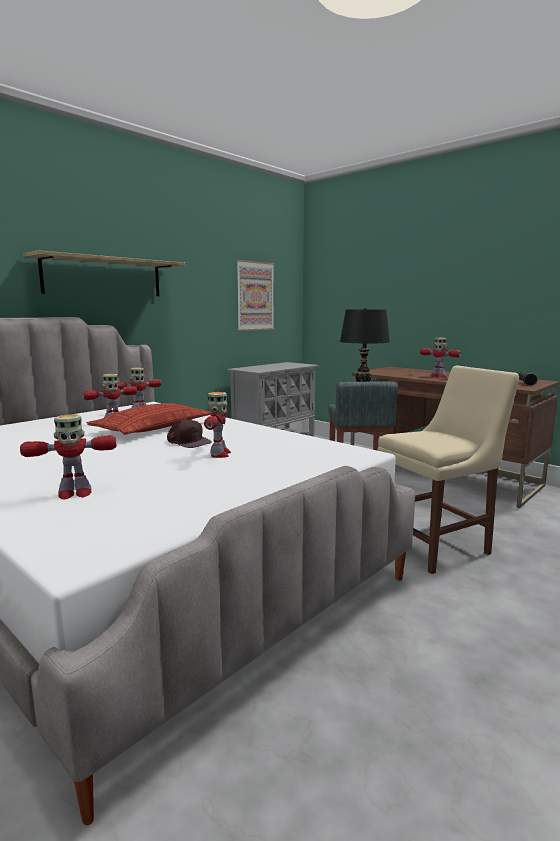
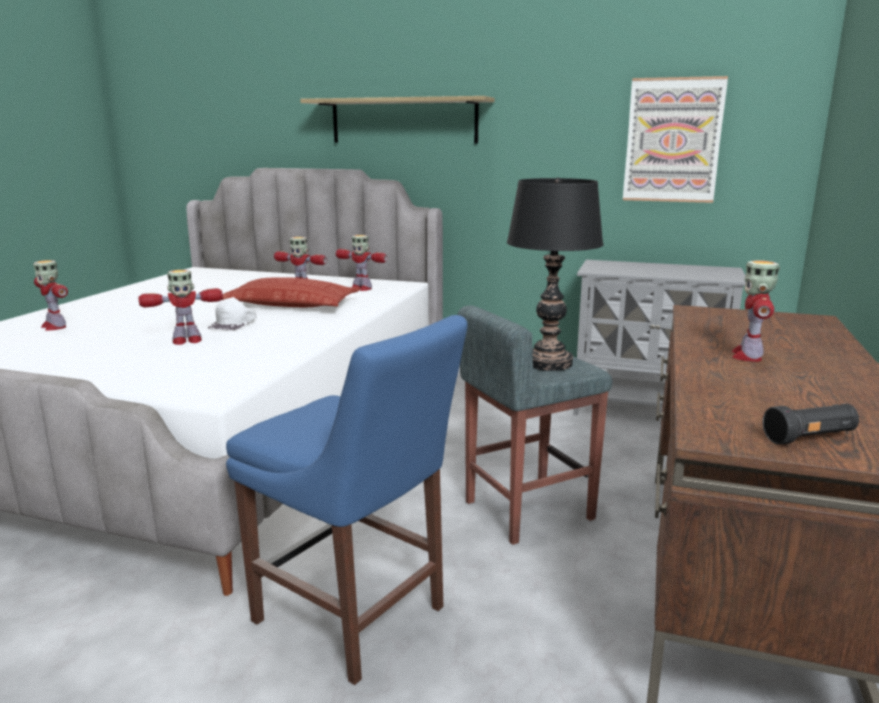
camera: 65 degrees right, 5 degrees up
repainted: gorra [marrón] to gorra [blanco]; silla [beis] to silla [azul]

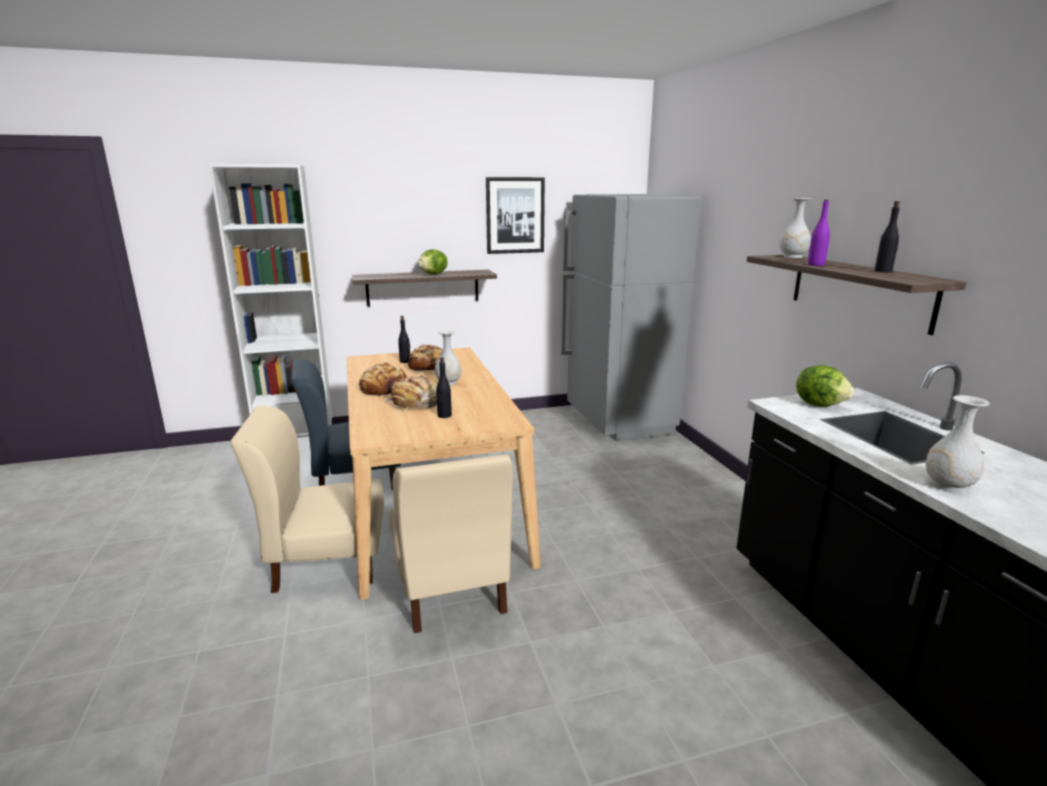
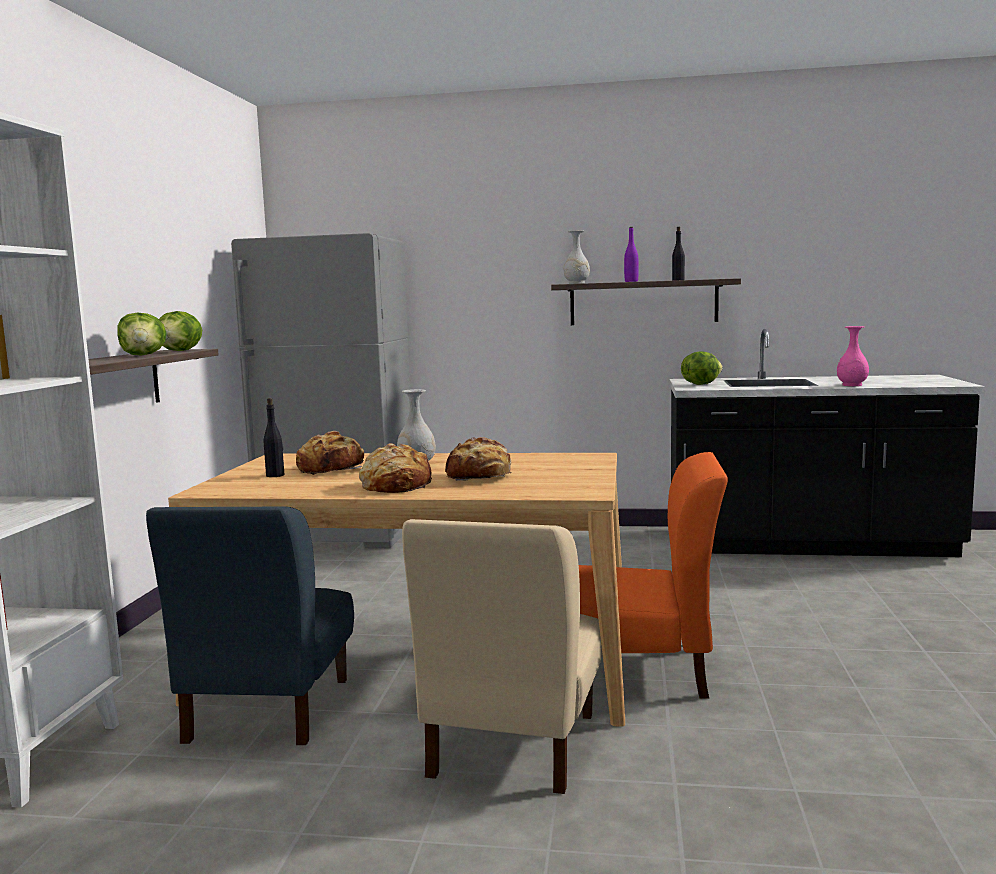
camera: 65 degrees left, 10 degrees down
gone: botella [negro] (no. 2 from left); cuadro
new: lechuga (no. 2 from left)
repainted: silla [beis] (no. 2 from left) to silla [naranja]; florero [blanco] (no. 3 from left) to florero [rosa]

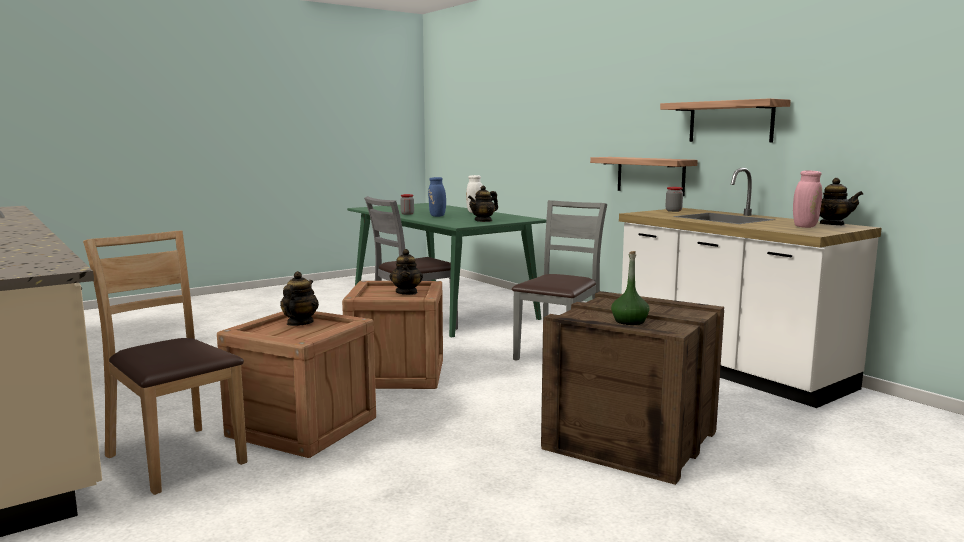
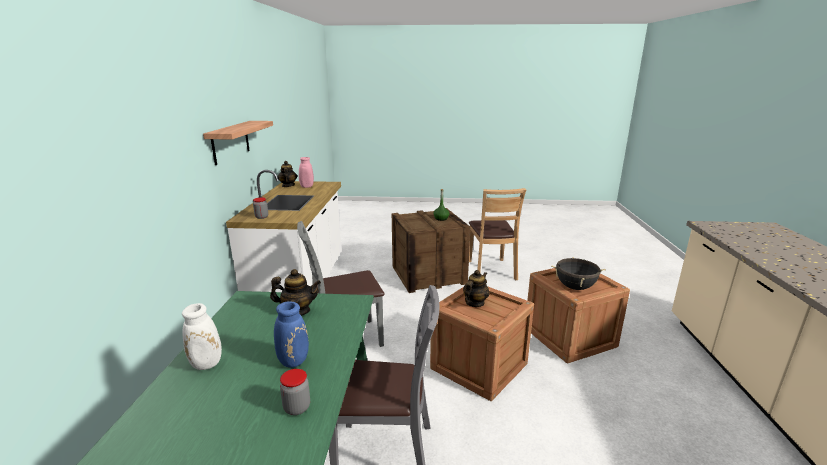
camera: 140 degrees left, 10 degrees up
gone: estante (no. 1 from left)
shifted: silla [marrón]
swapped: tetera (no. 1 from left) to olla [negro]

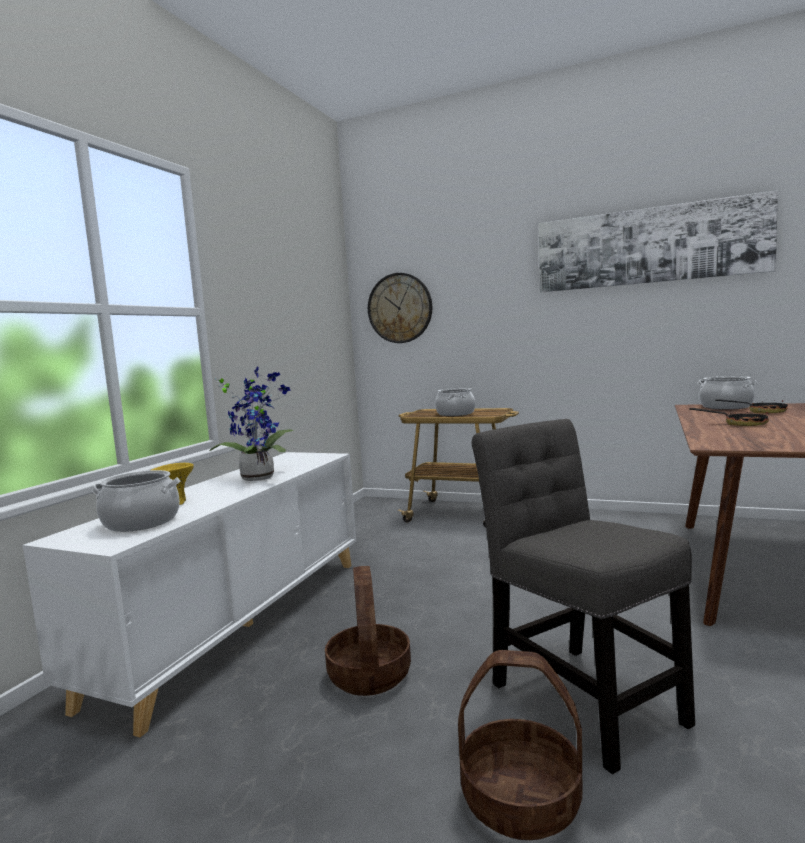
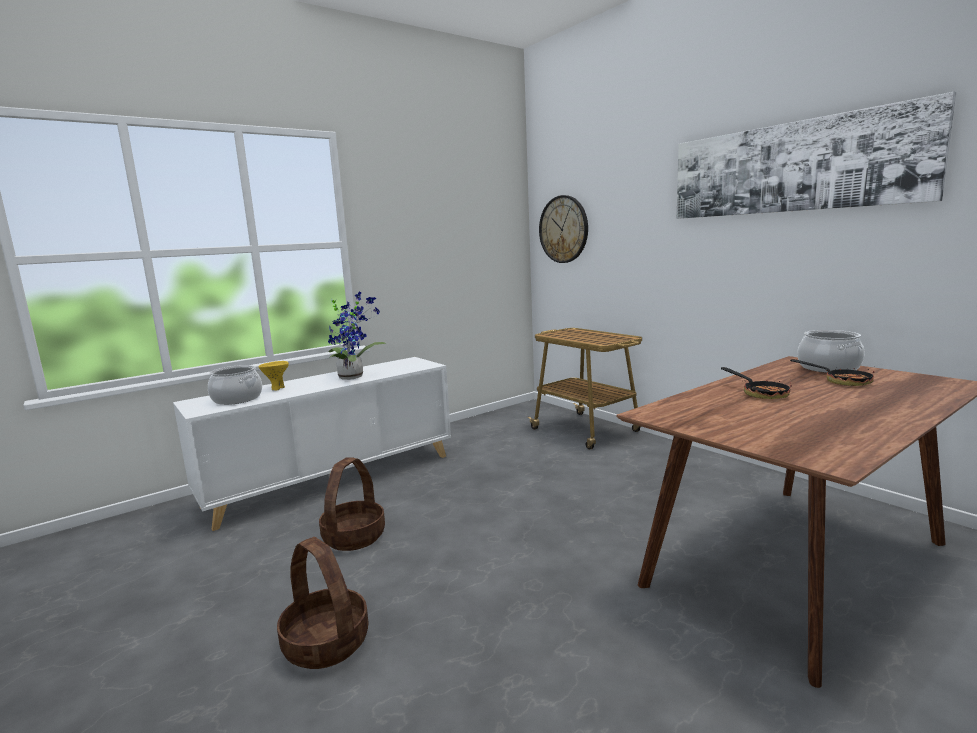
camera: 30 degrees right, 5 degrees up
gone: olla (no. 2 from left); silla [gris]

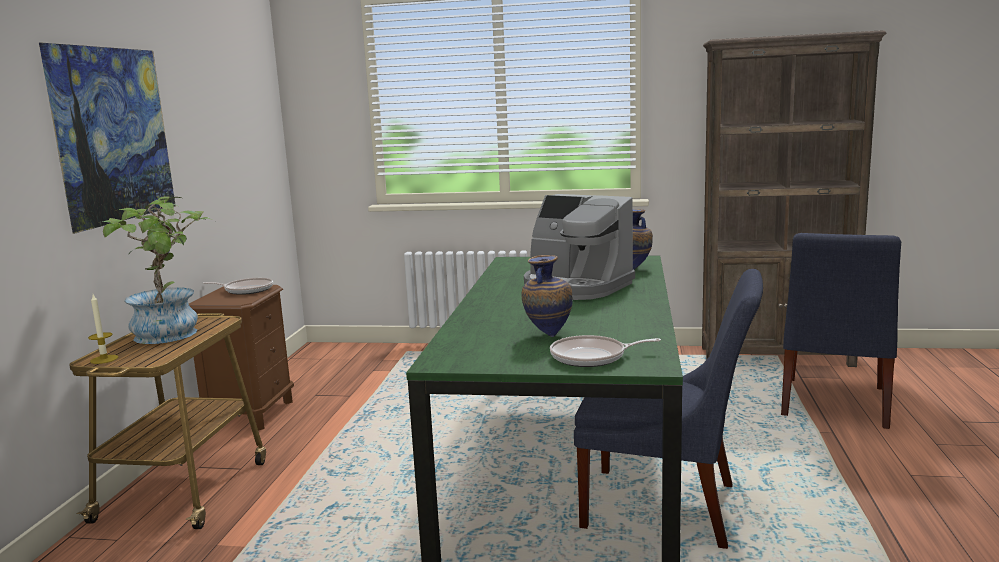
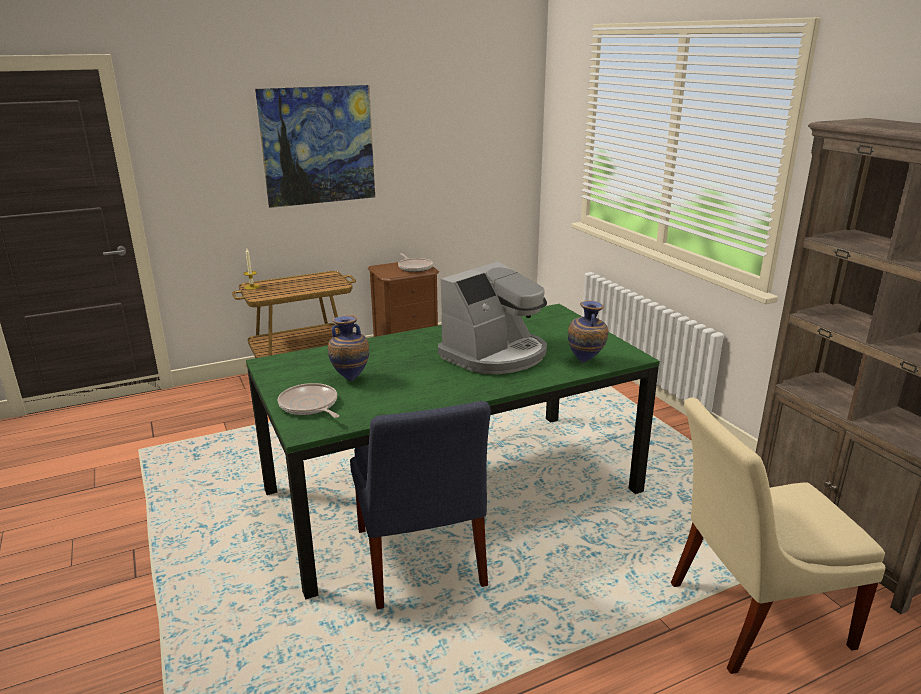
camera: 55 degrees right, 10 degrees up
gone: planta en maceta
repainted: silla [azul] (no. 2 from left) to silla [beis]
rotated: cafetera 135 degrees counterclockwise

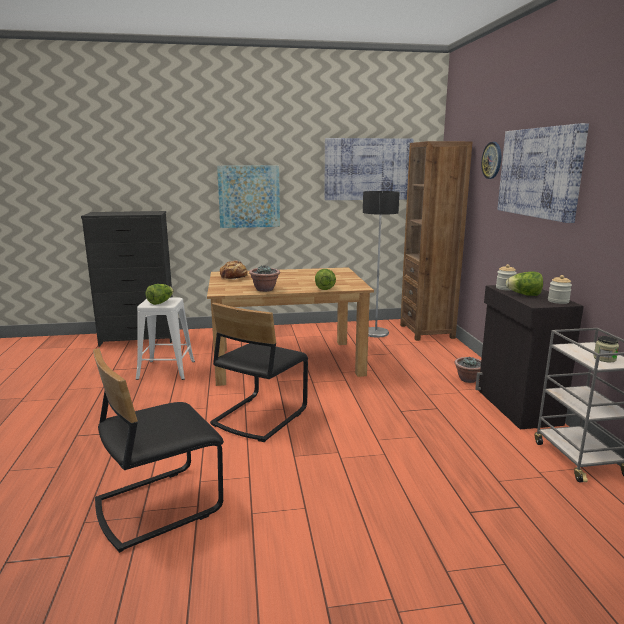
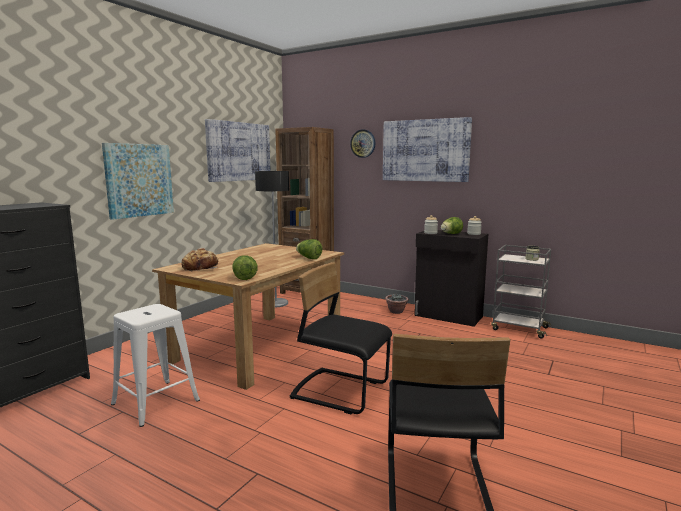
camera: 50 degrees left, 5 degrees down
gone: planta en maceta (no. 1 from left)
shifted: lechuga (no. 1 from left)
rotated: silla [negro] (no. 2 from left in the first image) 135 degrees clockwise

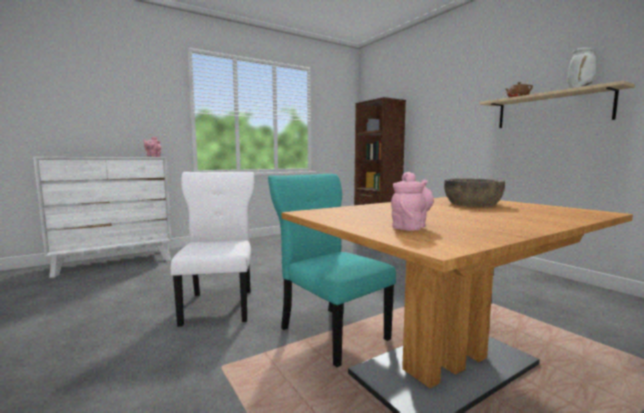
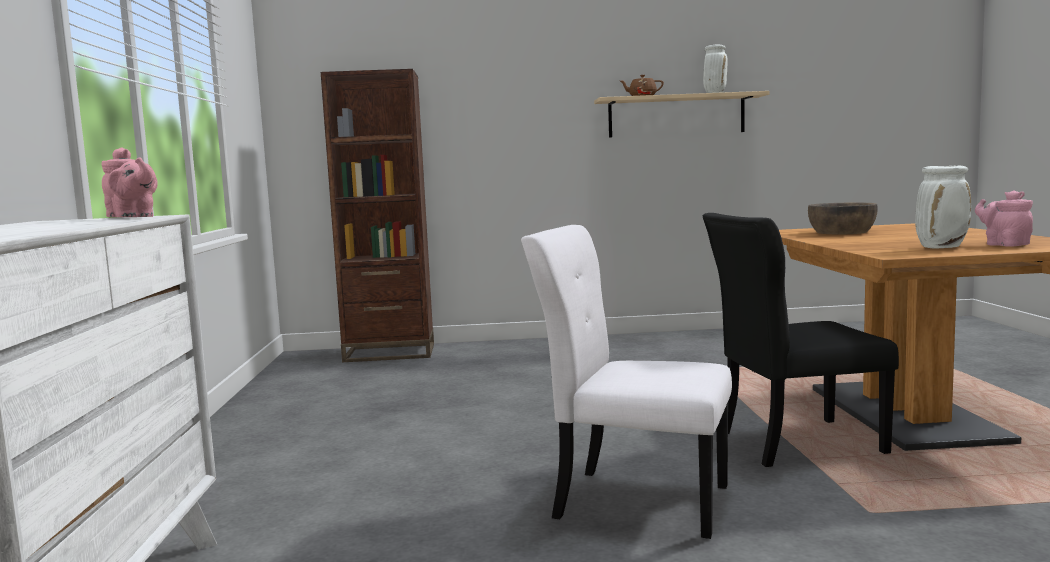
camera: 60 degrees left, 0 degrees up
new: florero [blanco] (no. 2 from left)
repainted: silla [turquesa] to silla [negro]

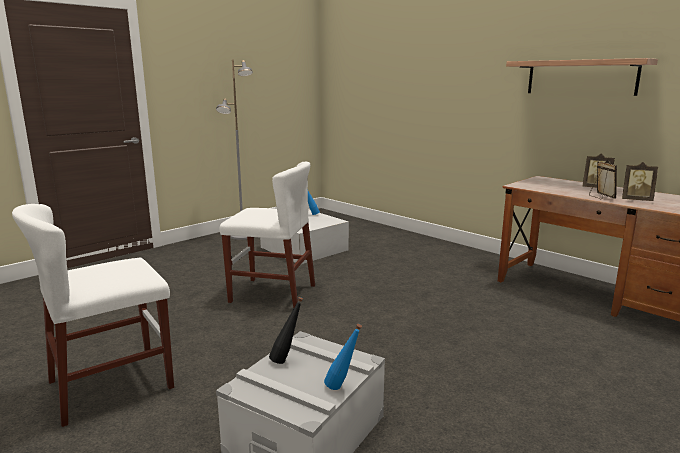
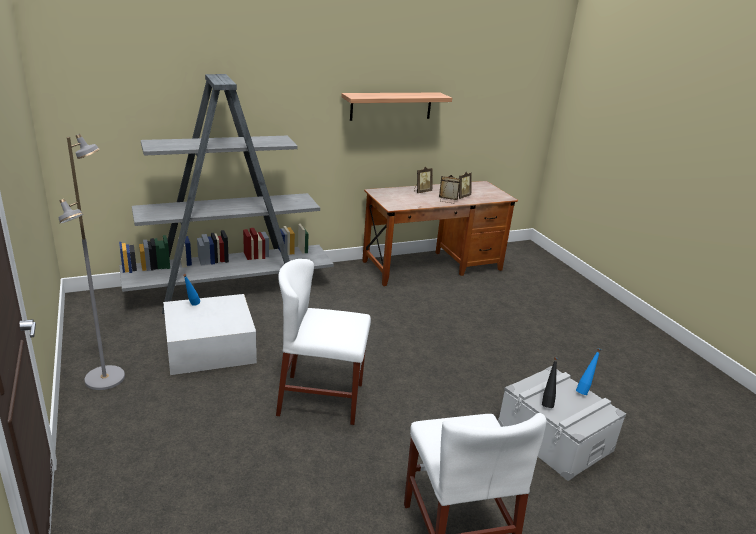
camera: 70 degrees left, 10 degrees up
new: estantería [gris]
rotated: silla [blanco] (no. 2 from left in the first image) 120 degrees counterclockwise

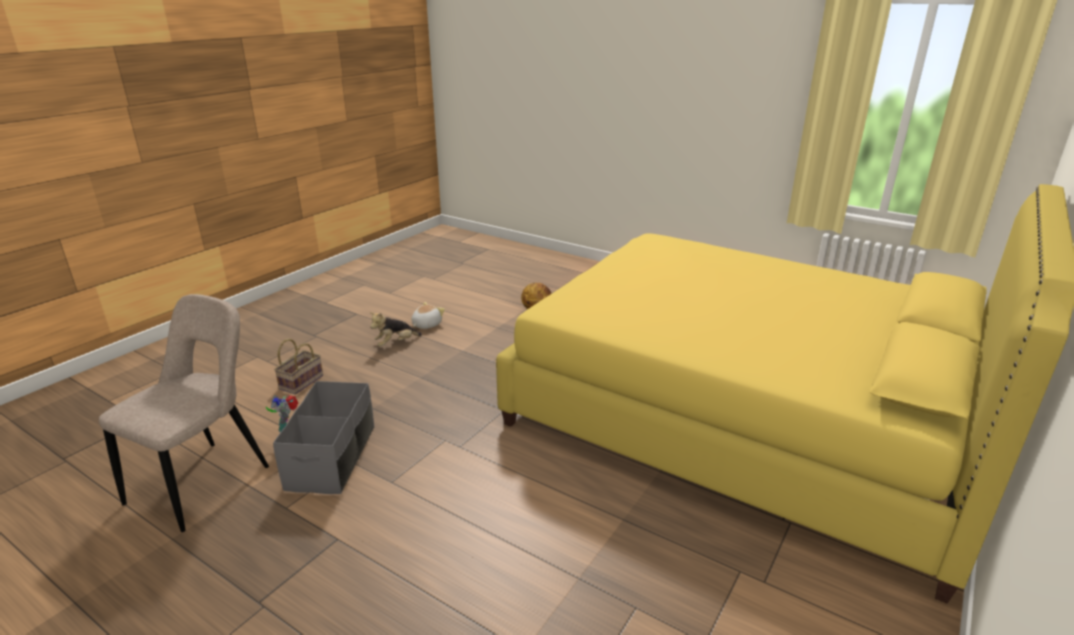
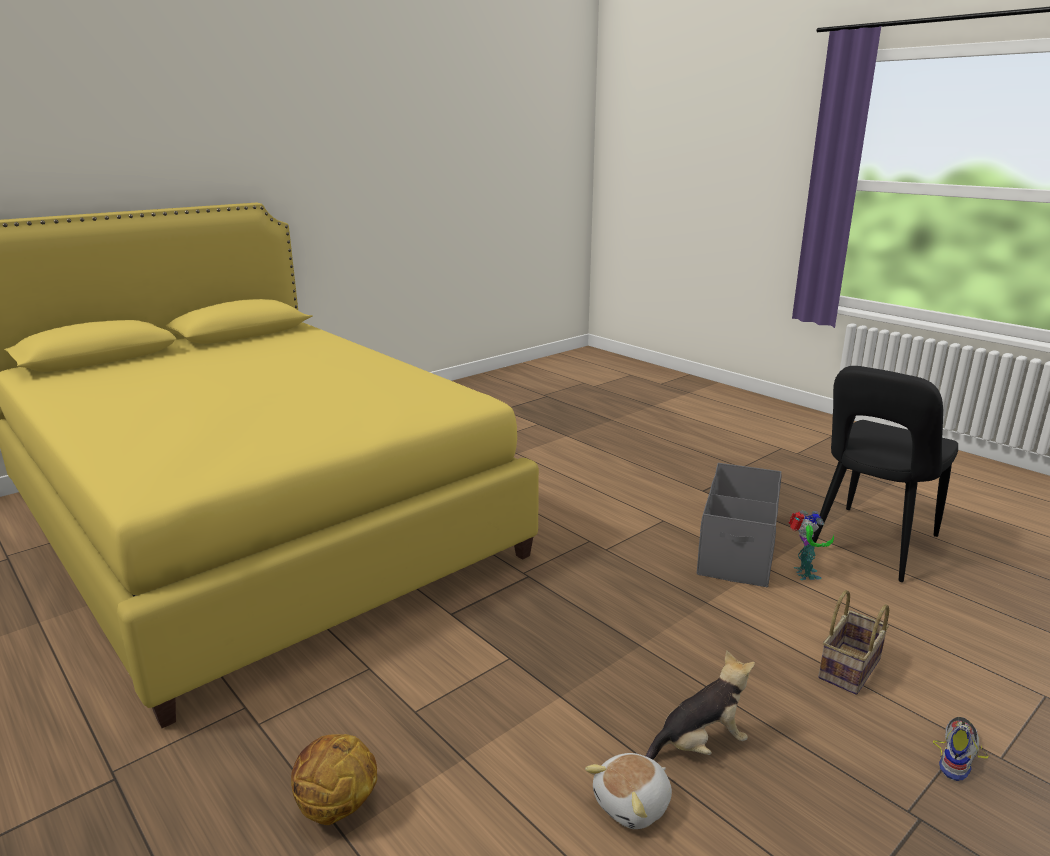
camera: 165 degrees left, 5 degrees down
new: zapato
repainted: silla [beis] to silla [negro]

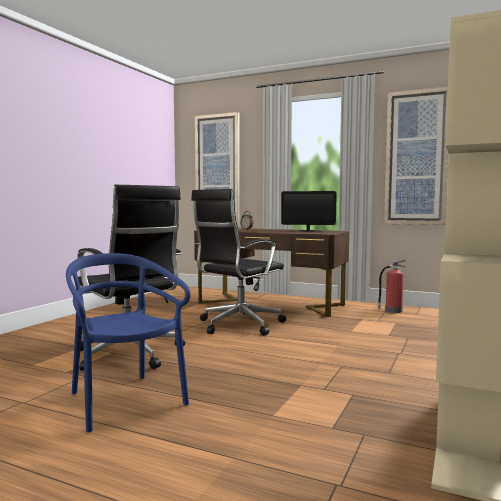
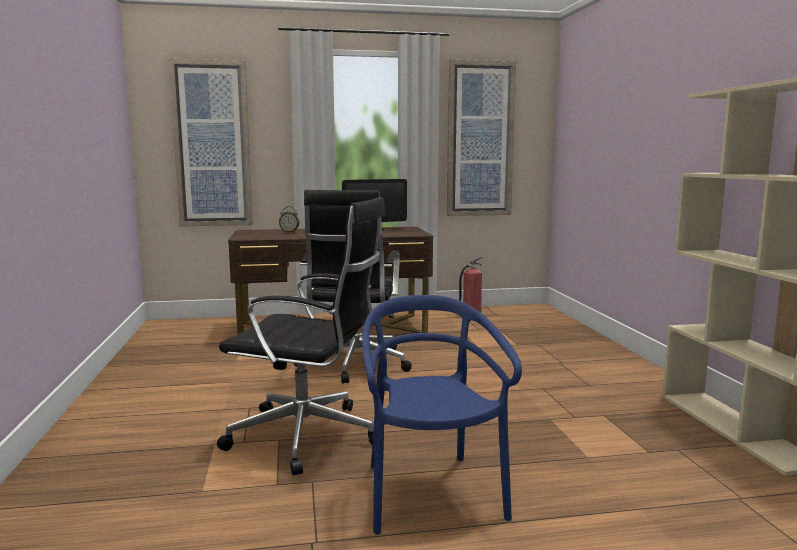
camera: 35 degrees left, 5 degrees up
rotated: silla [azul] 60 degrees clockwise

